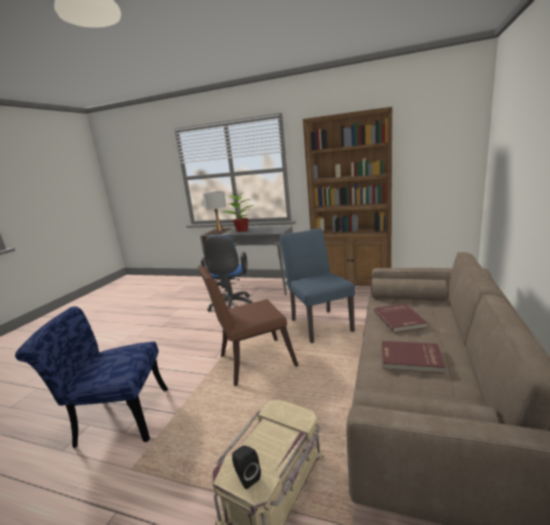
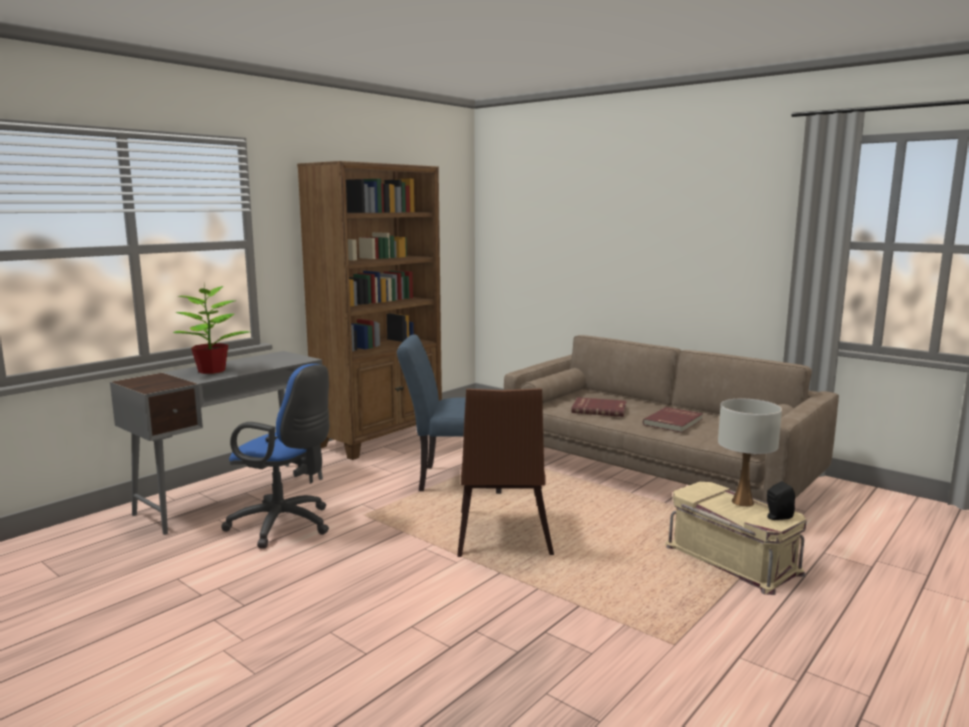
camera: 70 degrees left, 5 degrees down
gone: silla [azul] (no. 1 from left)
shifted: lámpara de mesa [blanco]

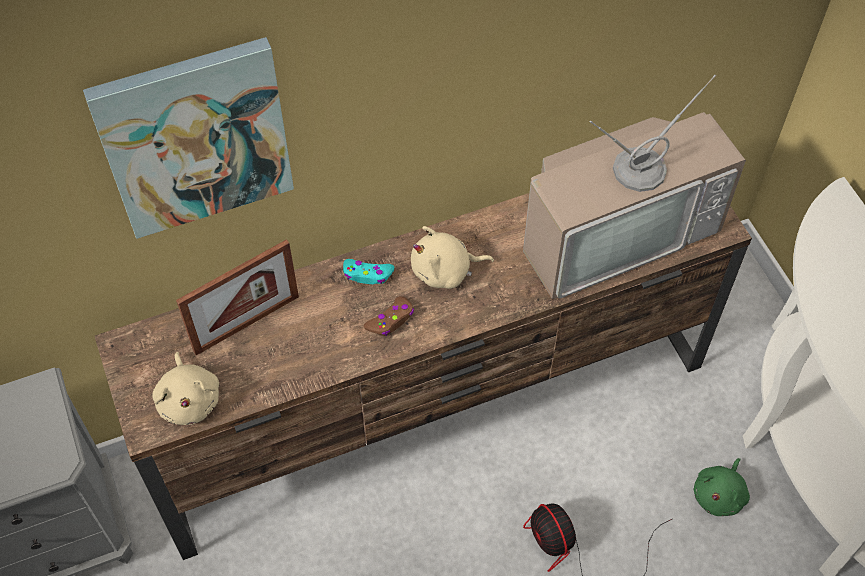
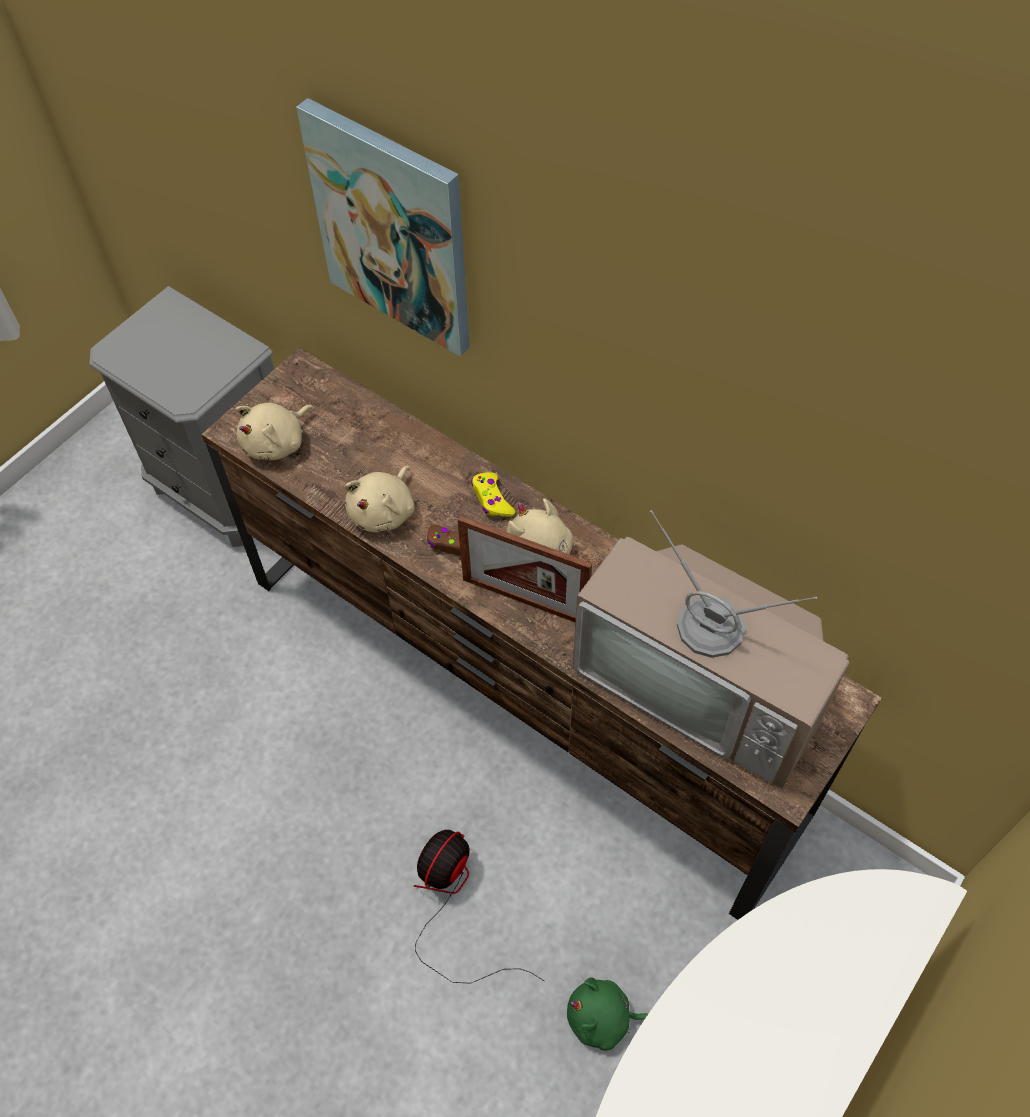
camera: 60 degrees right, 0 degrees up
new: peluche [beis] (no. 2 from left)
shifted: portarretratos
repainted: mando de consola [turquesa] to mando de consola [amarillo]

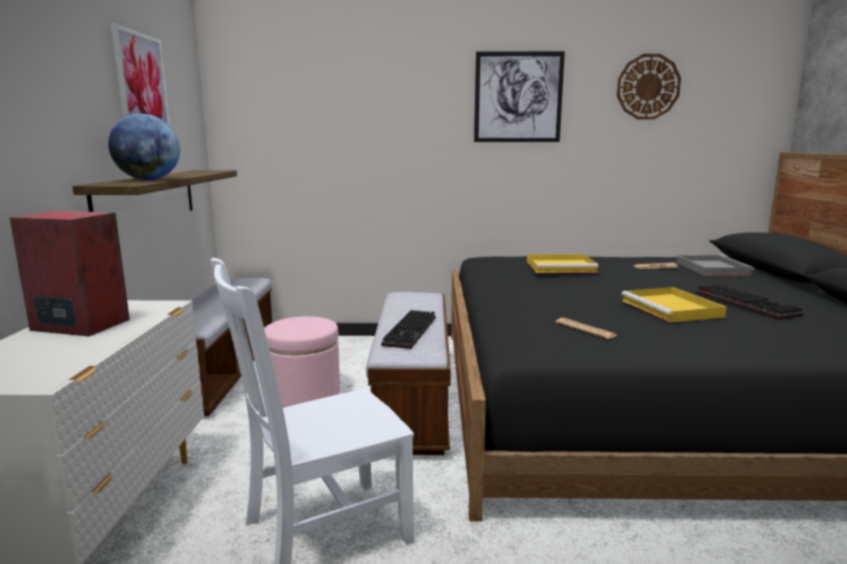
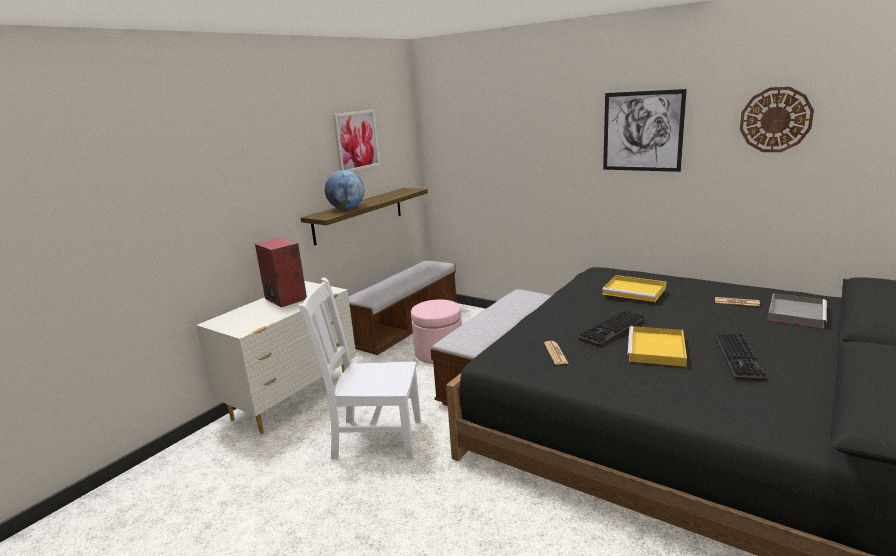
camera: 35 degrees right, 5 degrees up
shifted: teclado (no. 1 from left)

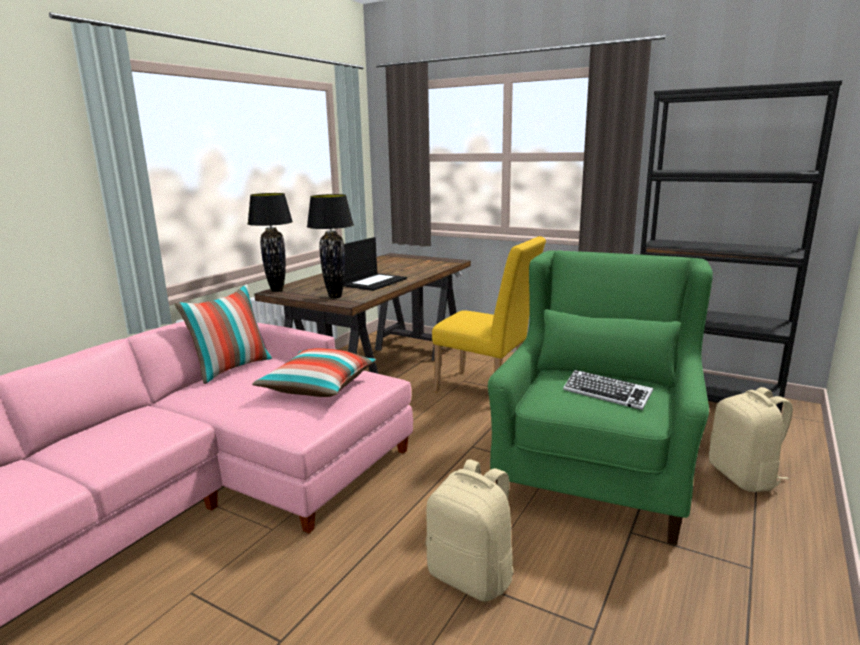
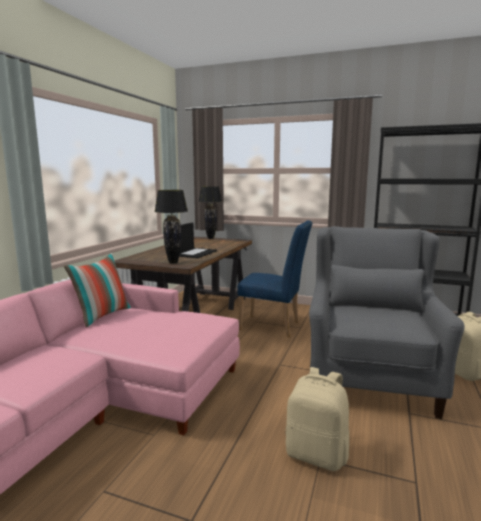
camera: 10 degrees left, 5 degrees down
gone: cojín (no. 2 from left); teclado
shifted: lámpara de mesa [negro] (no. 1 from left in the first image) to lámpara de mesa [negro] (no. 2 from left)
repainted: silla [amarillo] to silla [azul]; sillón [verde] to sillón [gris]

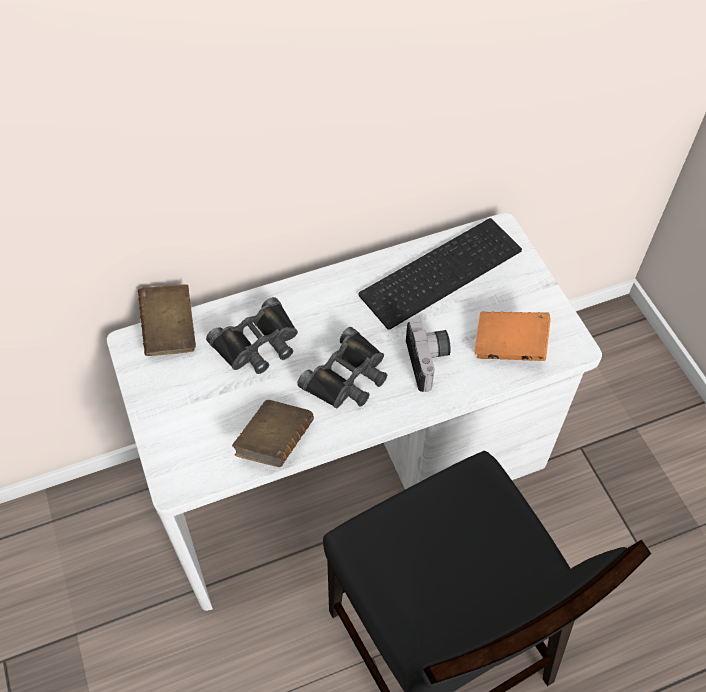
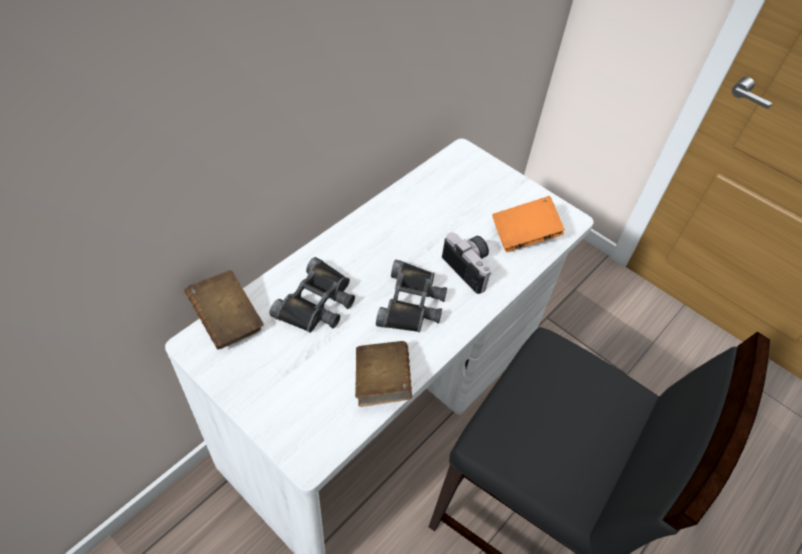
camera: 30 degrees left, 5 degrees down
gone: teclado

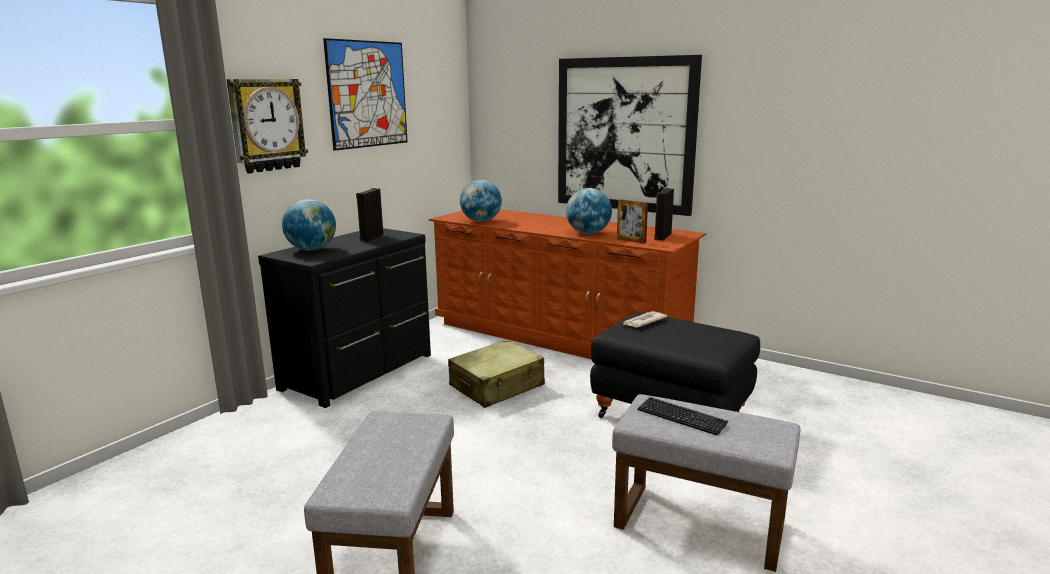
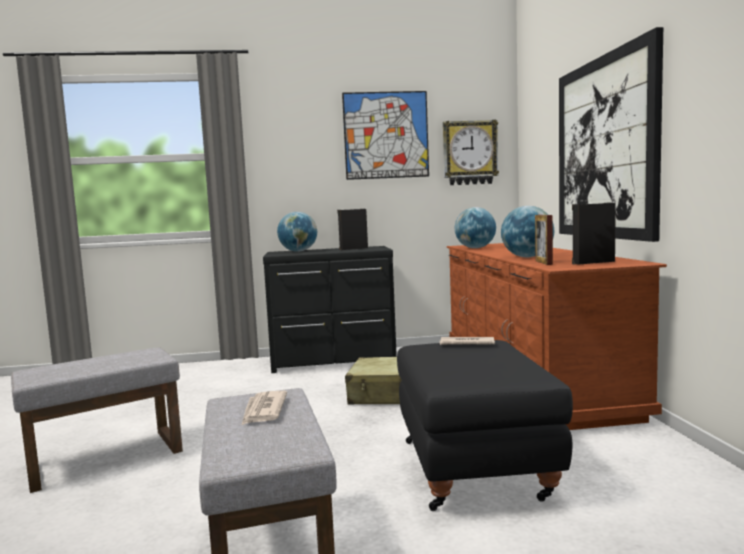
camera: 50 degrees right, 10 degrees down
shifted: reloj de pared
swapped: teclado to periódico (no. 1 from left)

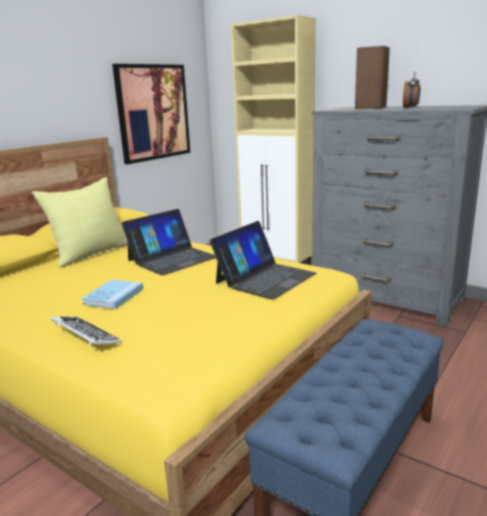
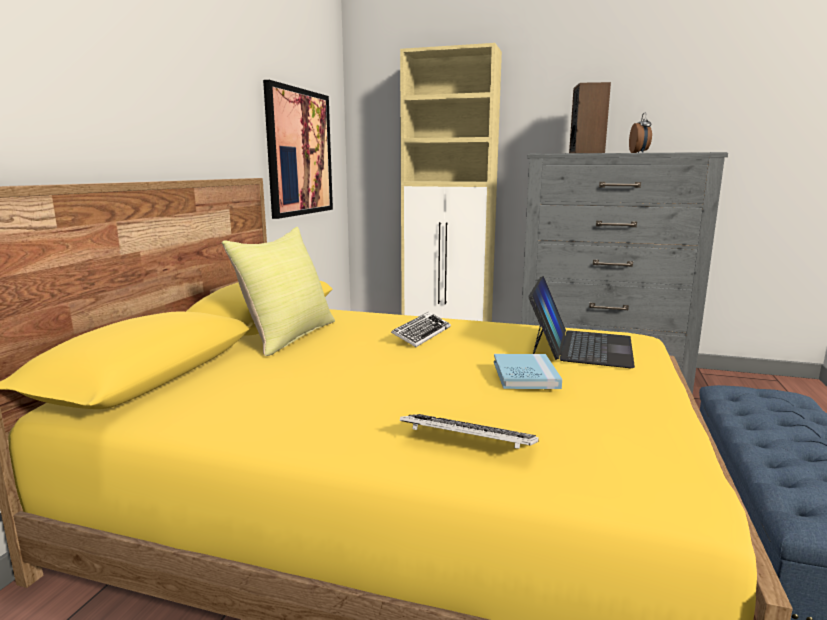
camera: 20 degrees left, 5 degrees down
shifted: libro [azul]
swapped: portátil (no. 1 from left) to teclado (no. 1 from left)

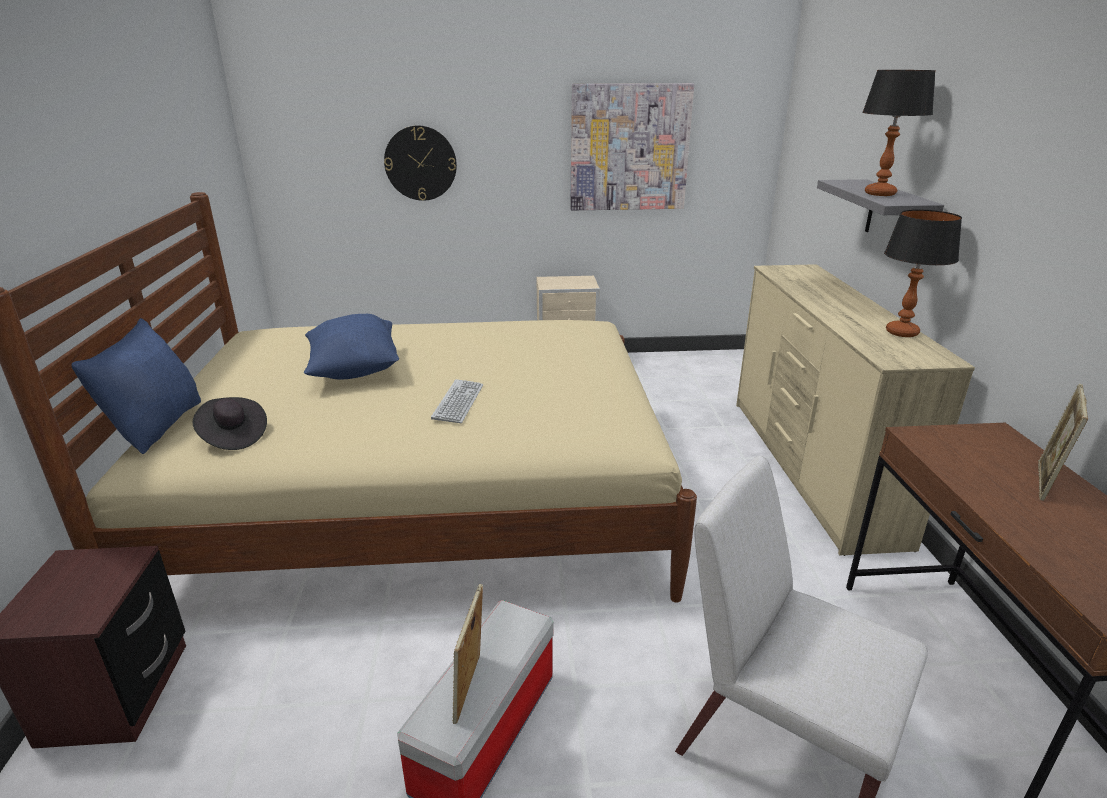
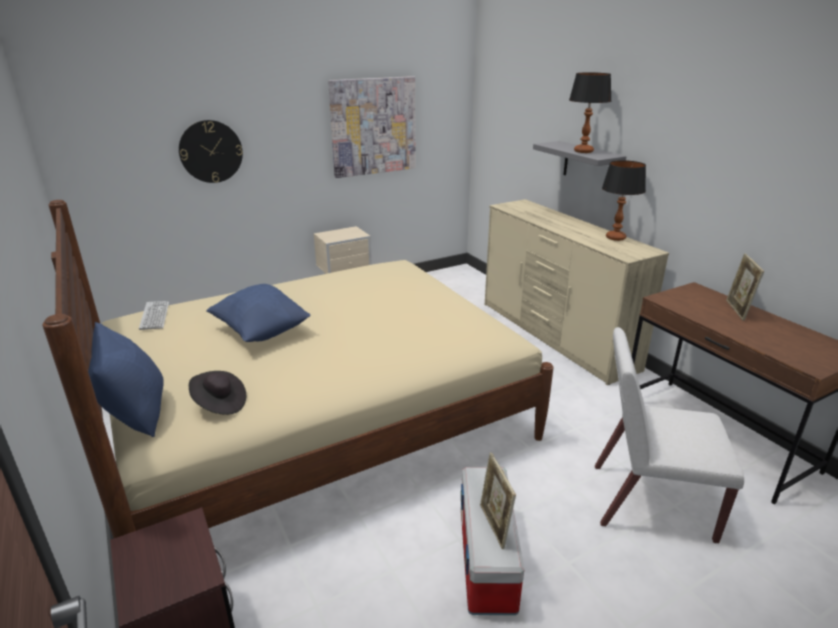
camera: 25 degrees left, 0 degrees up
shifted: teclado

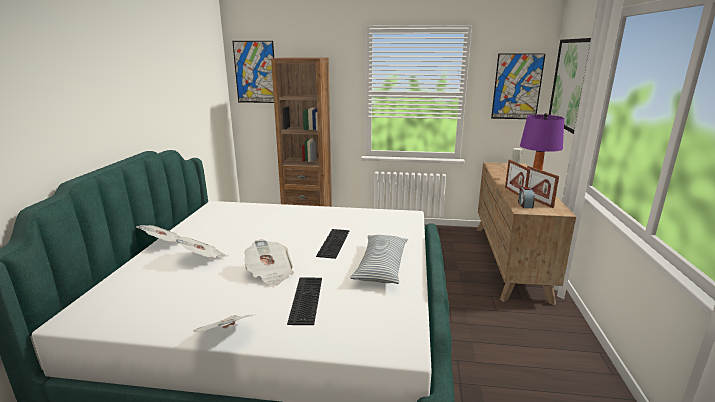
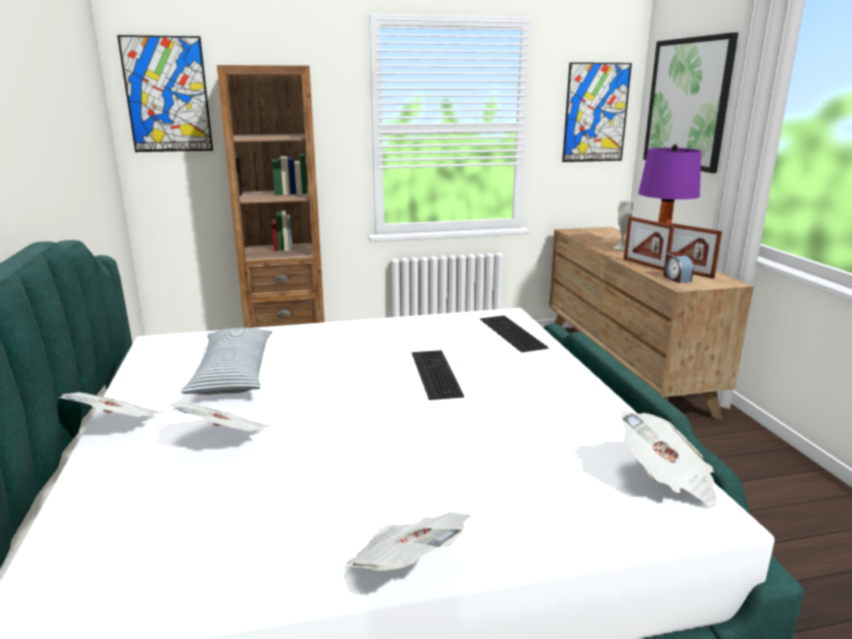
camera: 20 degrees left, 0 degrees up
shifted: periódico (no. 4 from left); teclado (no. 1 from left in the first image) to teclado (no. 2 from left); cojín

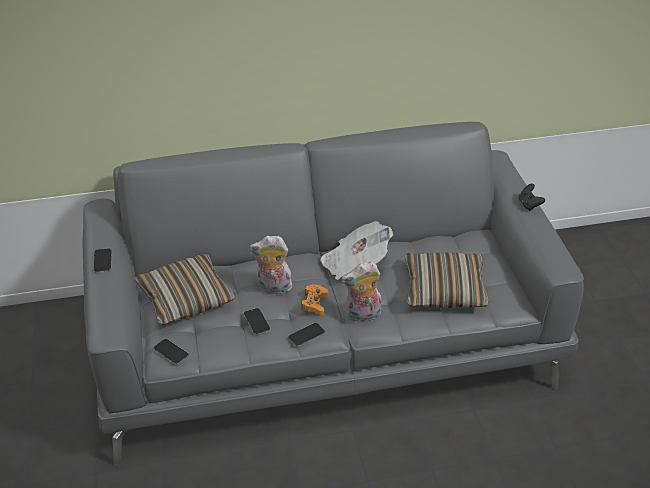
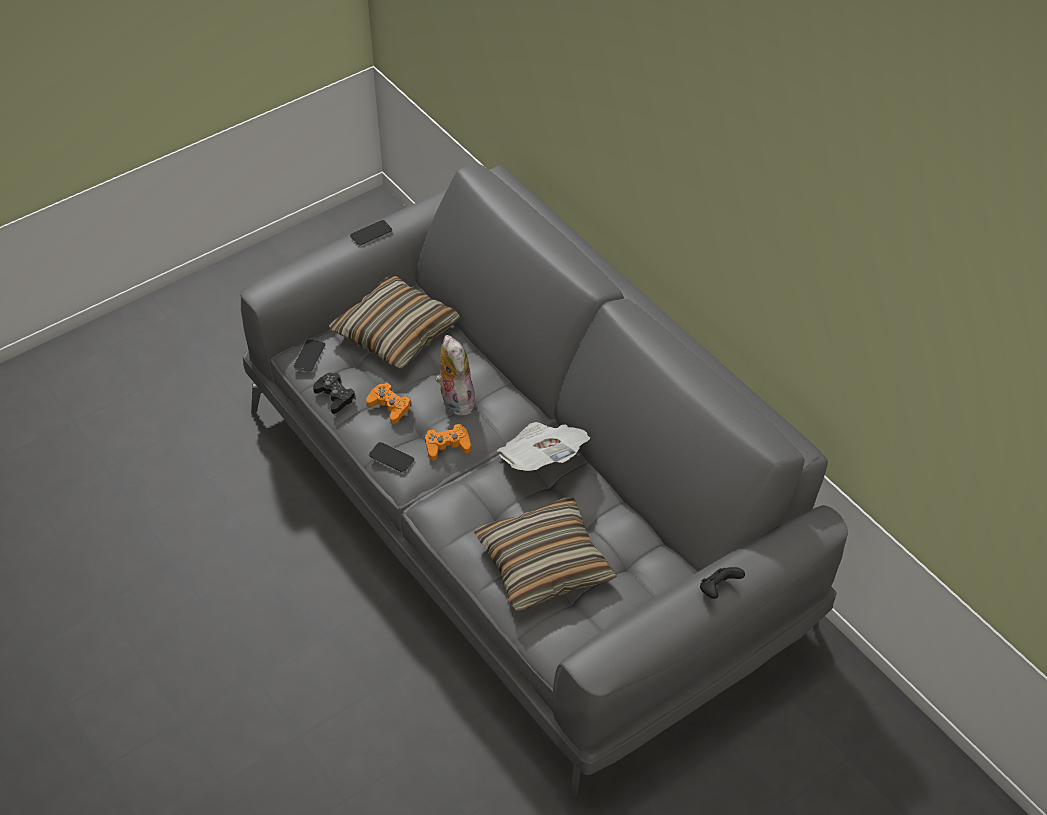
camera: 65 degrees right, 10 degrees up
gone: peluche (no. 2 from left)
new: mando de consola [negro] (no. 1 from left)
swapped: móvil (no. 3 from left) to mando de consola [naranja] (no. 1 from left)

